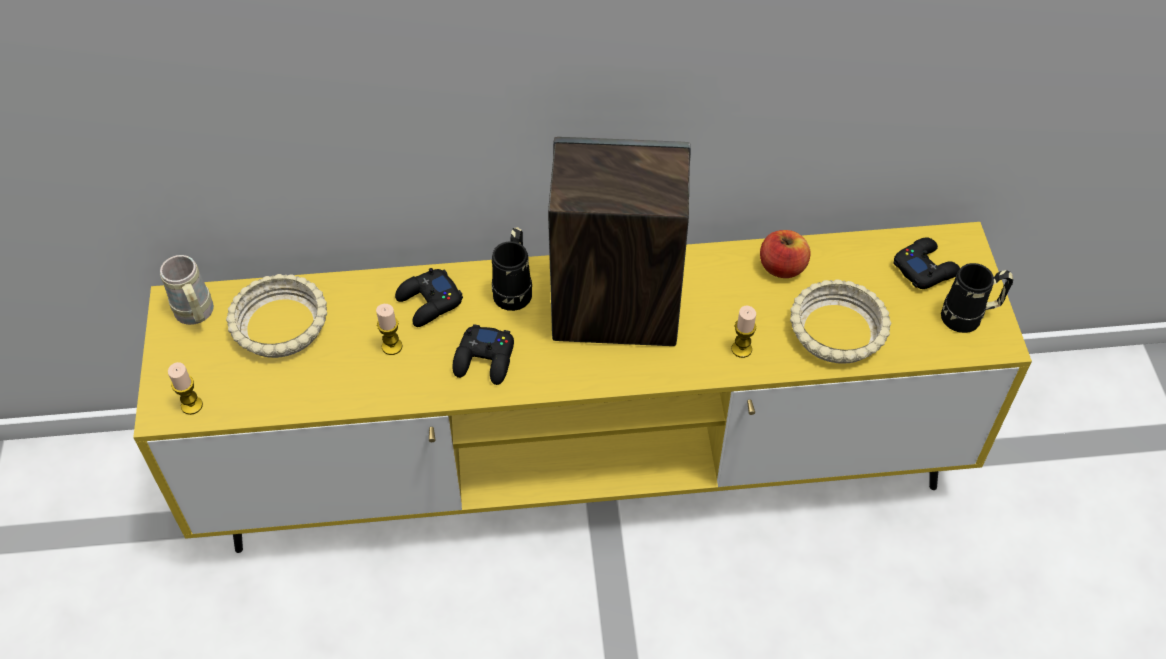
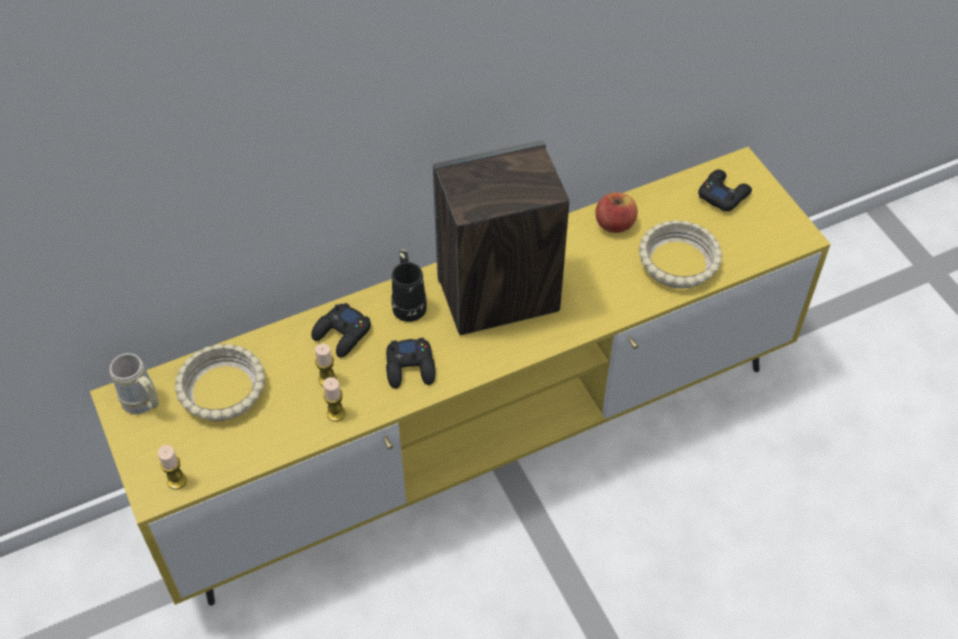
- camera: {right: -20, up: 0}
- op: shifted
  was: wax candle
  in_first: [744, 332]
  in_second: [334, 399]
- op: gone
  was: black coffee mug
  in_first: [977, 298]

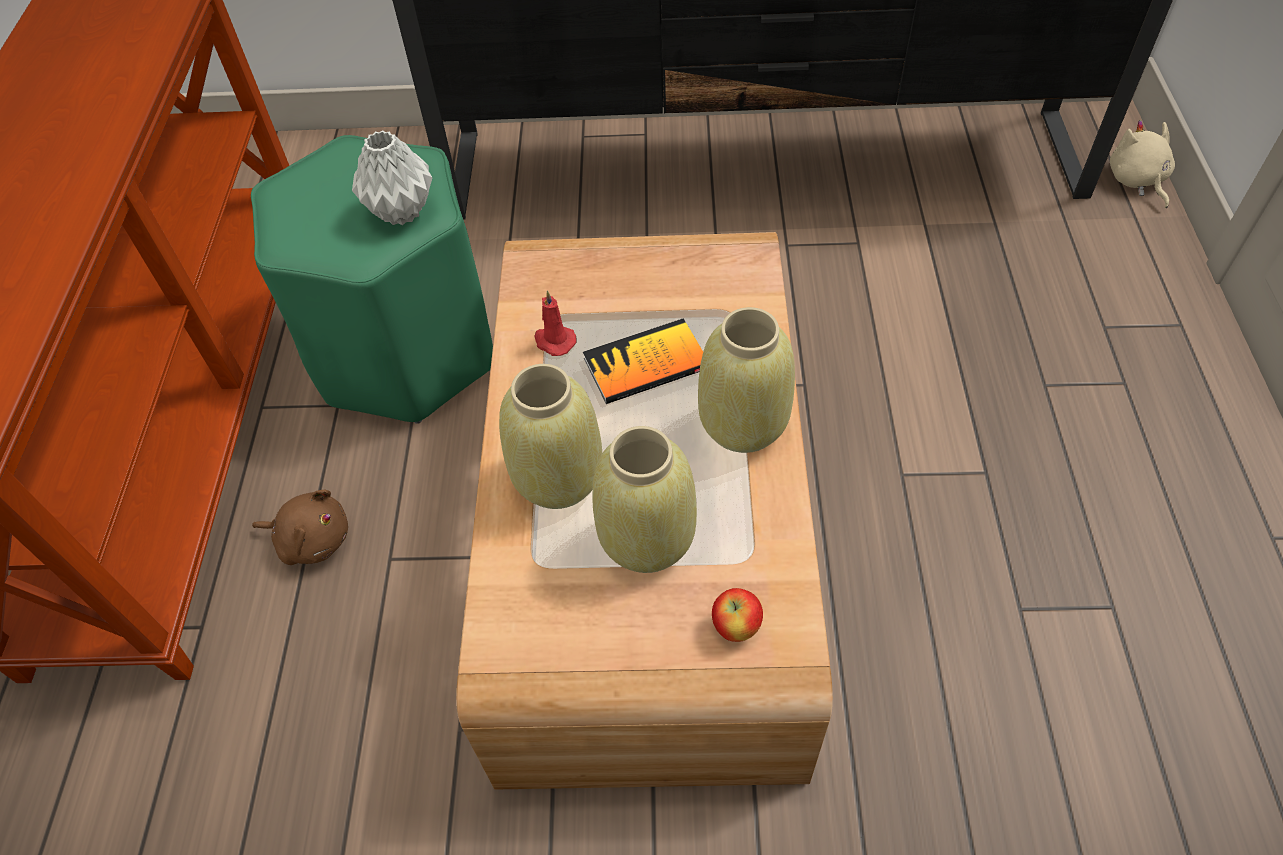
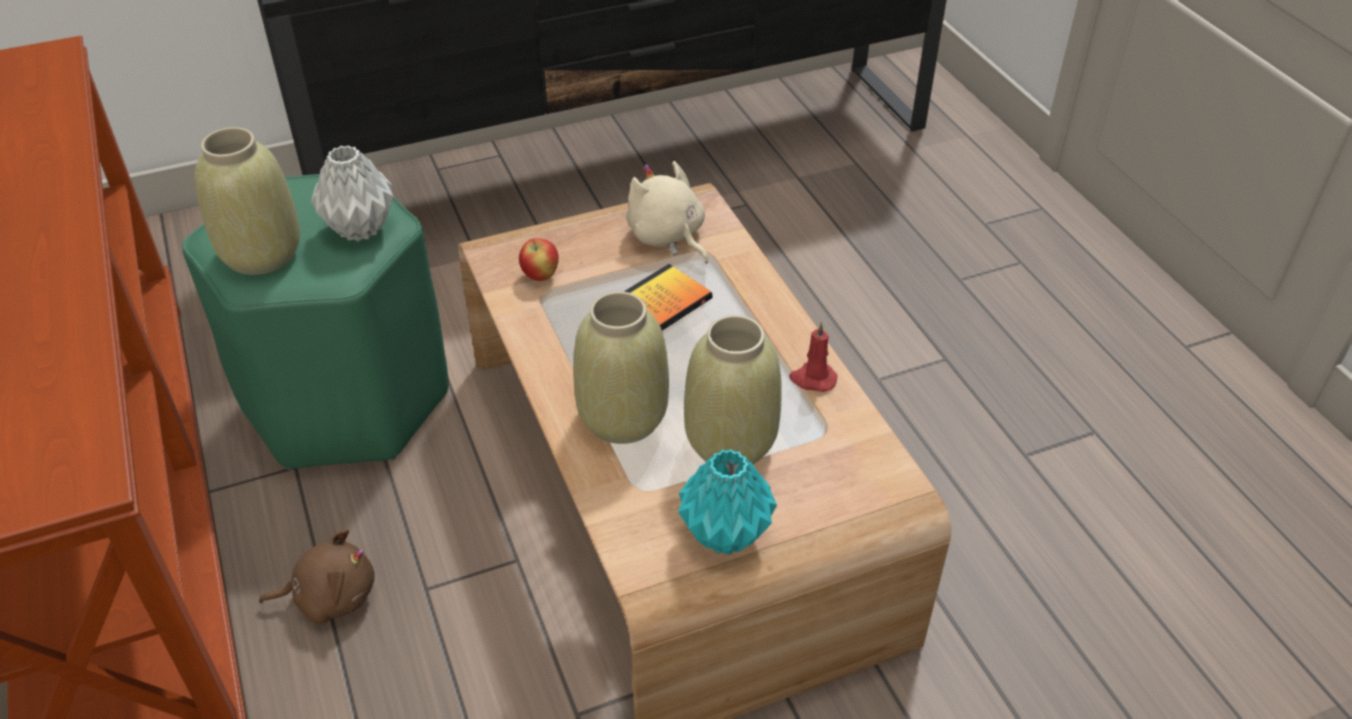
- camera: {right: -25, up: -10}
- op: shifted
  was: beige decorative vase
  in_first: [746, 380]
  in_second: [247, 201]
- op: shifted
  was: whole apple
  in_first: [737, 615]
  in_second: [539, 259]
- op: shifted
  was: beige plush toy
  in_first: [1142, 164]
  in_second: [667, 212]
- op: new
  now: blue-green decorative vase
  in_second: [727, 502]
- op: shifted
  was: red-coloured wax candle
  in_first: [556, 323]
  in_second: [813, 357]

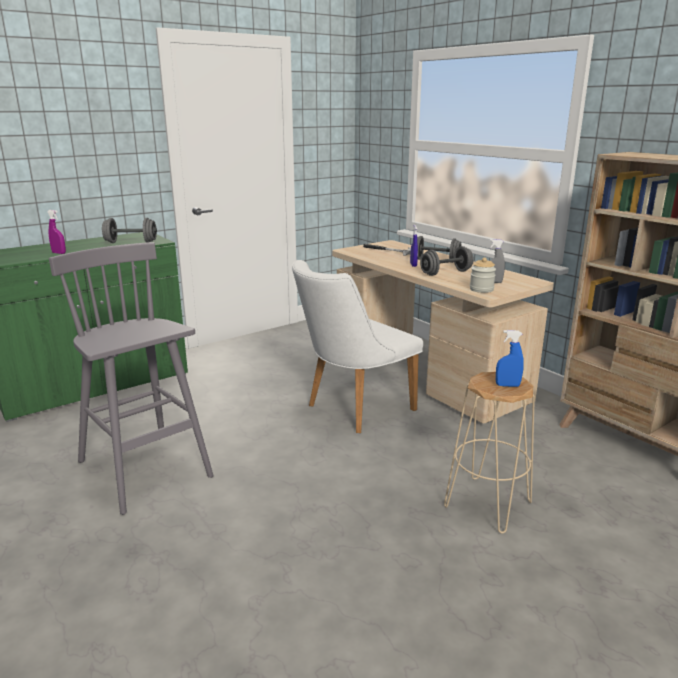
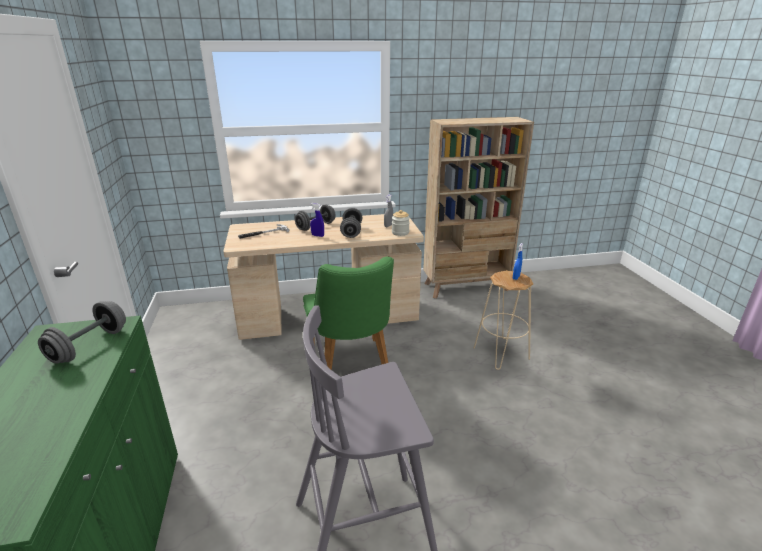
- camera: {right: -65, up: 5}
- op: repainted
  was: white-coloured chair
  now: green chair
  in_first: [357, 346]
  in_second: [348, 313]
- op: gone
  was: purple hand sprayer
  in_first: [56, 232]

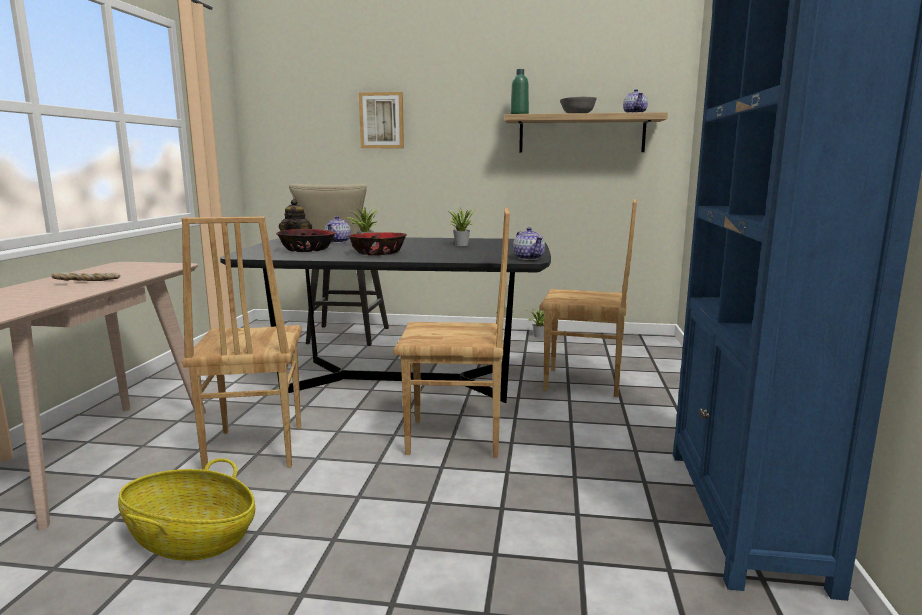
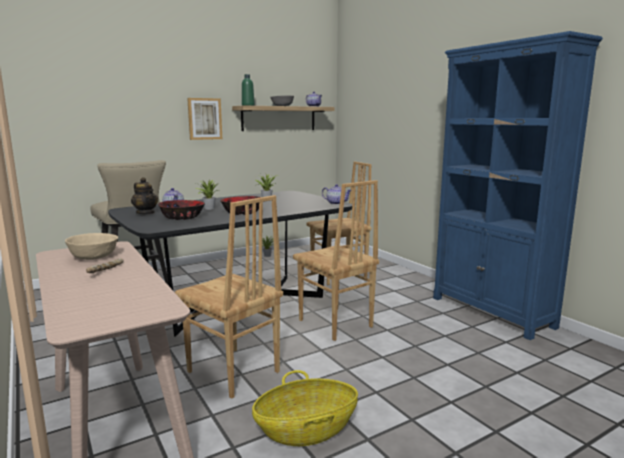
- camera: {right: -40, up: 0}
- op: new
  now: beige bowl
  in_second: [91, 246]
- op: shifted
  was: picture
  in_first: [381, 120]
  in_second: [204, 119]
- op: rotated
  was: brownish chair
  in_first: [452, 333]
  in_second: [336, 260]
  clockwise: 90

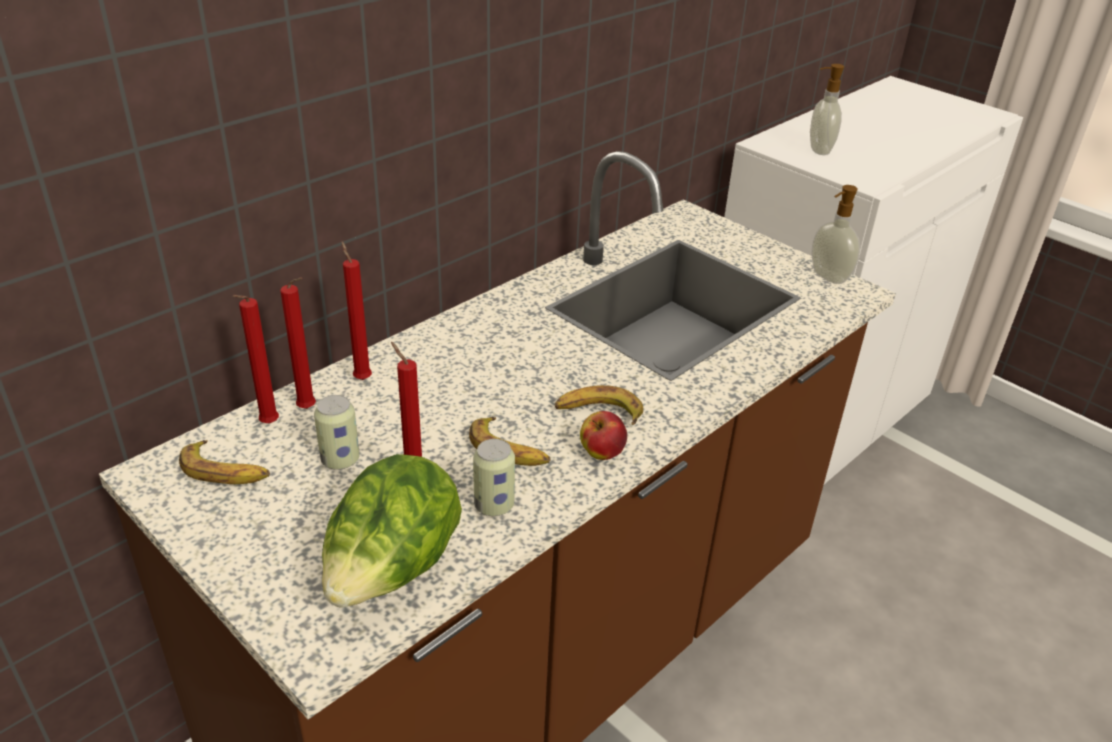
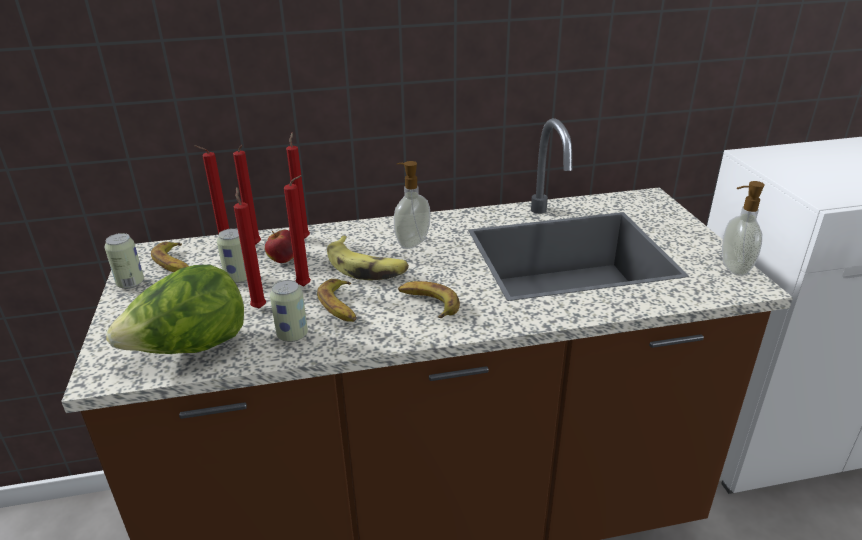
- camera: {right: 35, up: -5}
- op: new
  now: metal can
  in_second: [124, 261]
- op: shifted
  was: whole apple
  in_first: [603, 435]
  in_second: [279, 246]
- op: new
  now: red-coloured wax candle
  in_second: [297, 230]
- op: new
  now: banana fruit
  in_second: [368, 257]
- op: shifted
  was: soap bottle
  in_first: [827, 109]
  in_second: [412, 205]

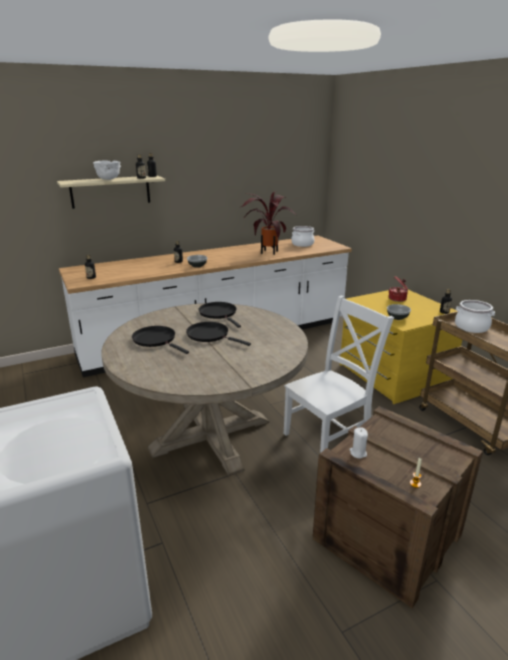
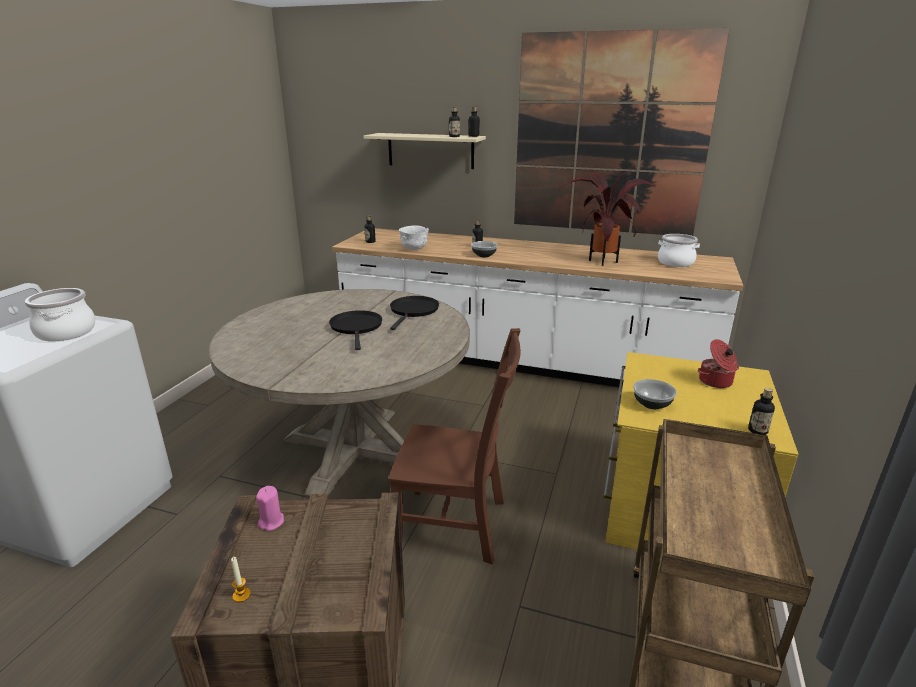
- camera: {right: 45, up: 0}
- op: shifted
  was: cooking pot
  in_first: [475, 316]
  in_second: [60, 314]
- op: repainted
  was: white-coloured wax candle
  now: pink wax candle
  in_first: [358, 443]
  in_second: [270, 508]
- op: repainted
  was: white-coloured chair
  now: brownish chair
  in_first: [339, 374]
  in_second: [454, 446]
- op: shifted
  was: white-coloured bowl
  in_first: [107, 170]
  in_second: [414, 237]
- op: new
  now: picture
  in_second: [622, 132]
- op: gone
  was: black skillet
  in_first: [160, 340]

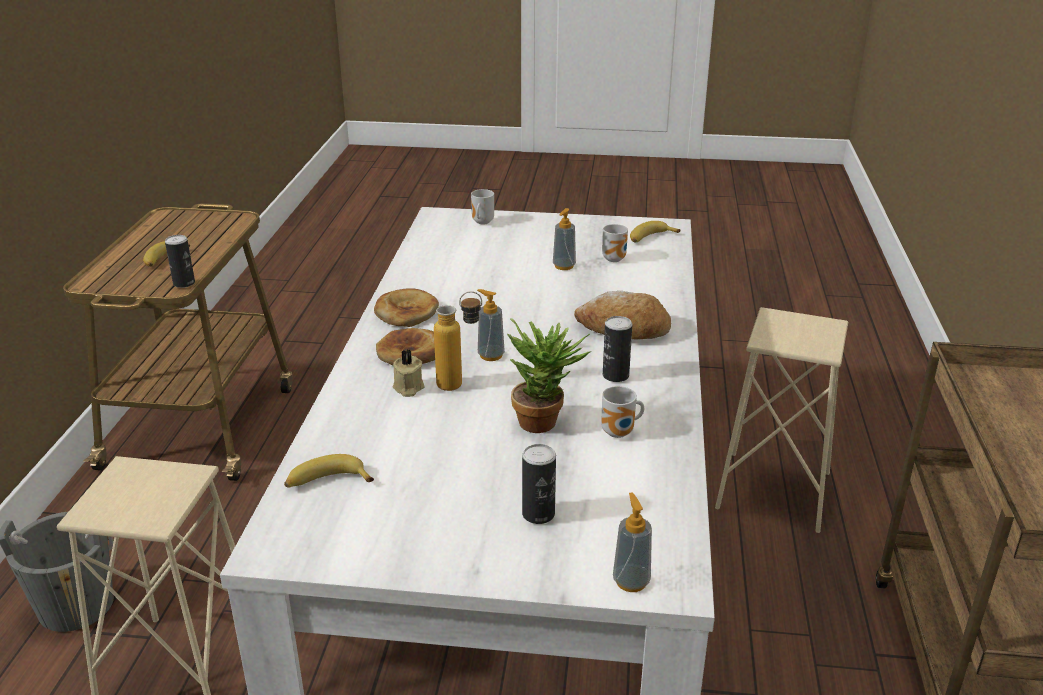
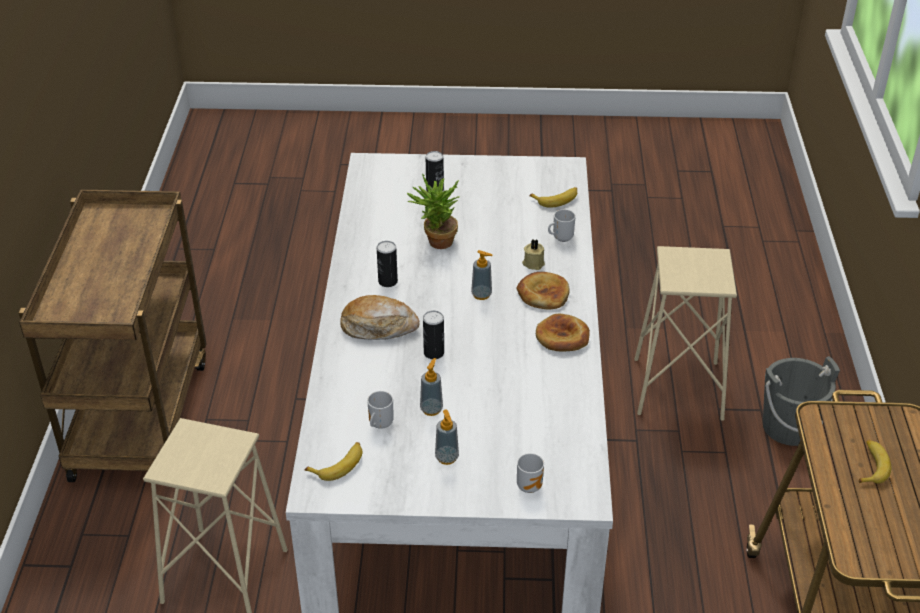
- camera: {right: 175, up: 10}
- op: shifted
  was: metal can
  in_first: [180, 261]
  in_second: [433, 335]
- op: shifted
  was: soap bottle
  in_first: [632, 542]
  in_second: [447, 437]
- op: shifted
  was: coffee mug
  in_first: [622, 412]
  in_second: [562, 225]
- op: gone
  was: beverage bottle
  in_first: [458, 341]

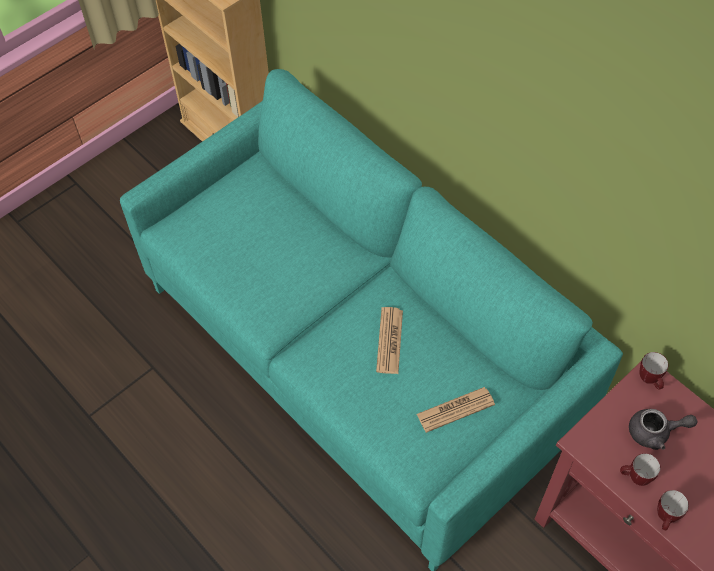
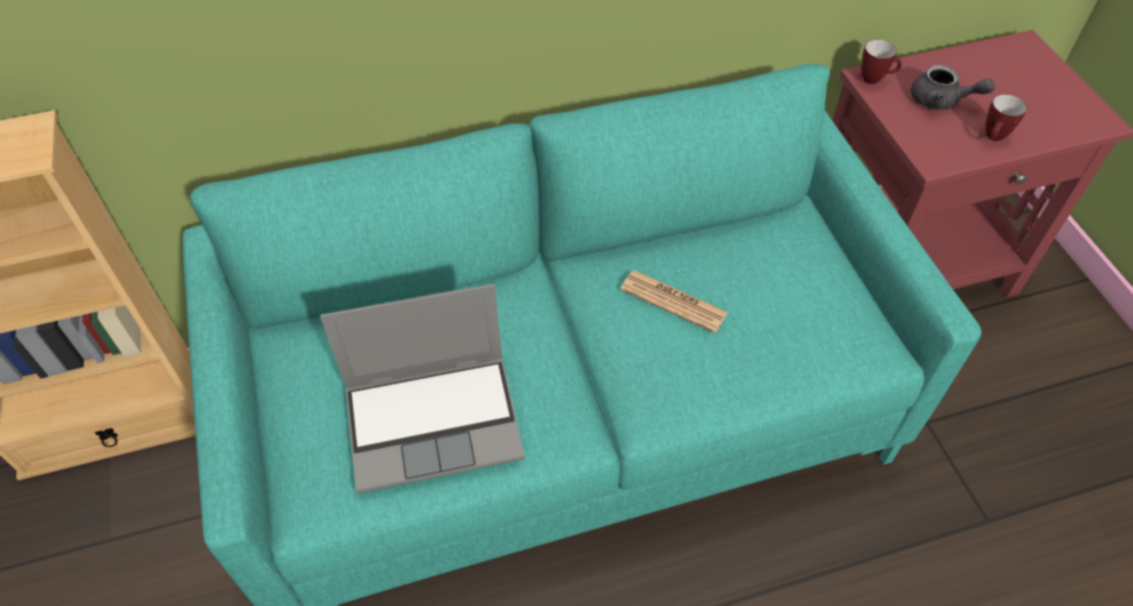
- camera: {right: -65, up: -5}
- op: new
  now: portable computer
  in_second: [422, 389]
- op: rotated
  was: grey tea pot
  in_first: [663, 429]
  in_second: [953, 87]
  clockwise: 90
- op: gone
  was: newspaper
  in_first: [456, 410]
- op: gone
  was: coffee mug
  in_first: [673, 510]

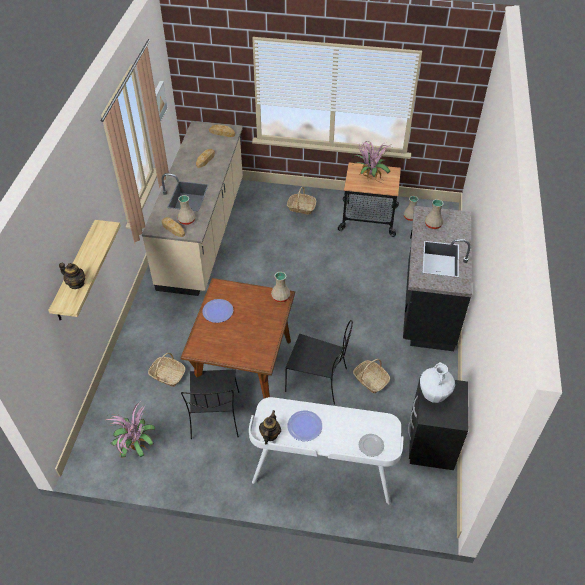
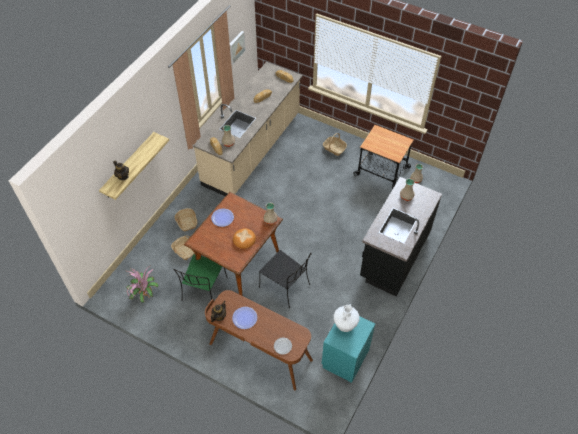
- camera: {right: 20, up: 5}
- op: repainted
  was: black chair
  now: green chair
  in_first: [210, 404]
  in_second: [200, 277]
- op: shifted
  was: basket
  in_first: [371, 376]
  in_second: [186, 220]
- op: repainted
  was: white-coloured desk table
  now: brownish desk table
  in_first: [326, 450]
  in_second: [259, 340]
- op: new
  now: bread
  in_second: [244, 238]
- op: repainted
  was: black bedside table
  now: blue-green bedside table
  in_first: [438, 422]
  in_second: [348, 349]
- op: gone
  was: houseplant
  in_first: [372, 162]

